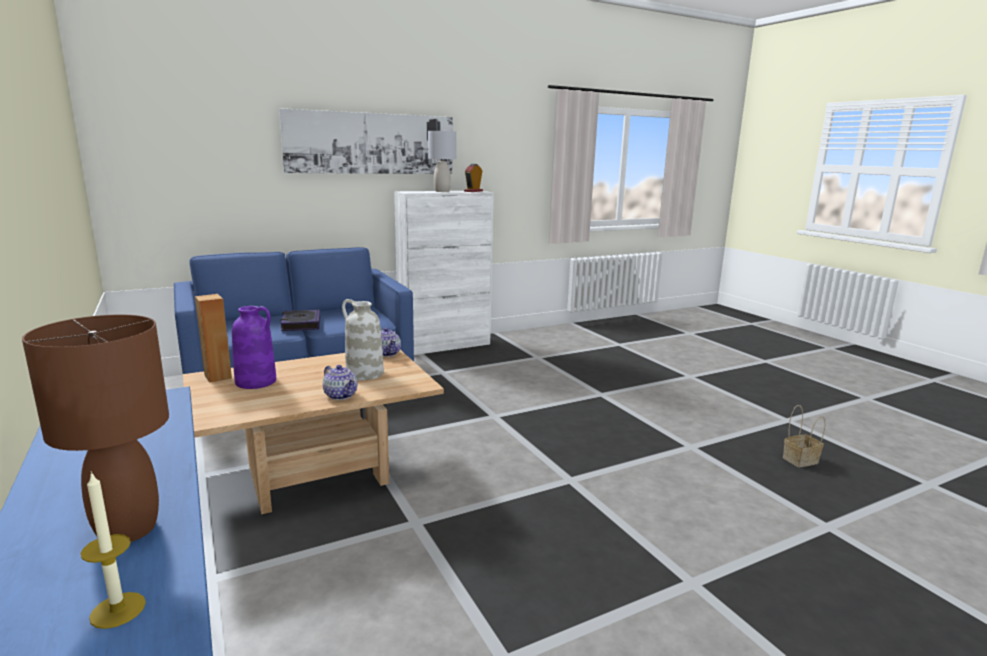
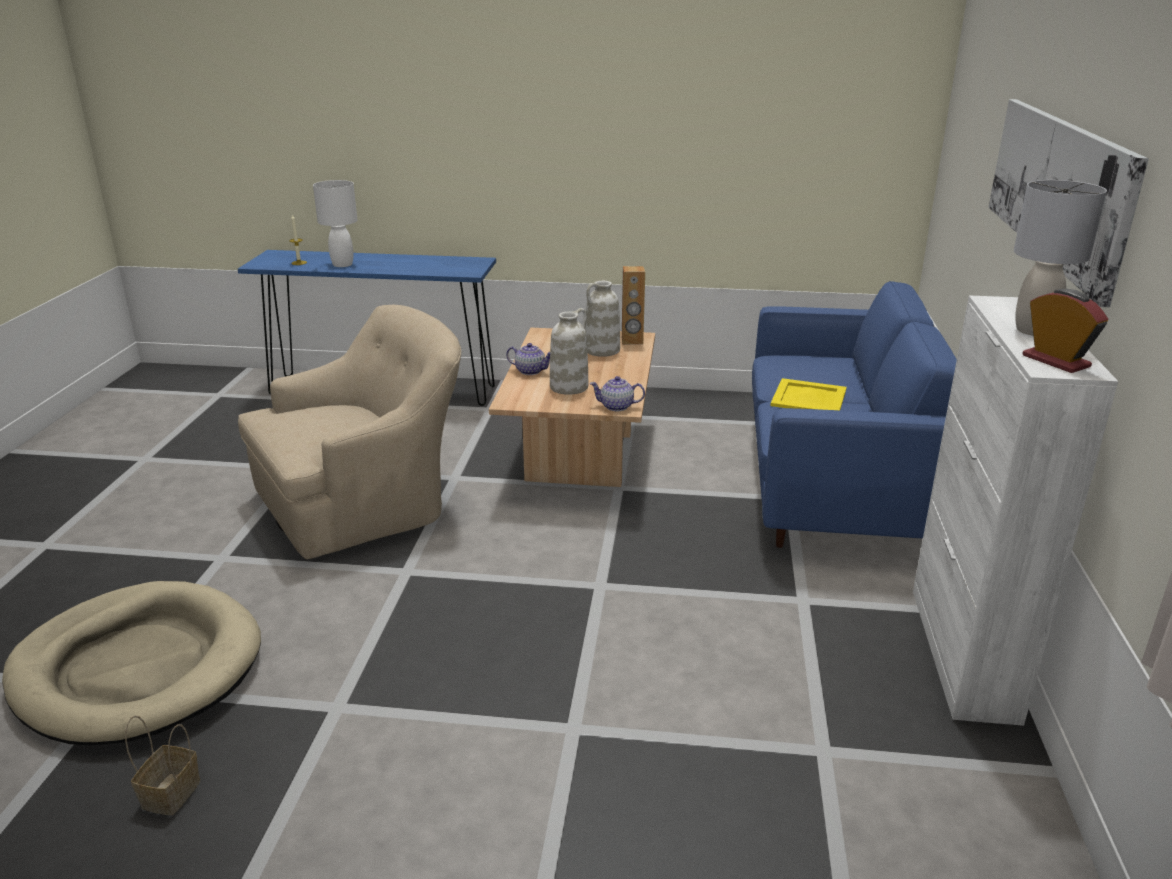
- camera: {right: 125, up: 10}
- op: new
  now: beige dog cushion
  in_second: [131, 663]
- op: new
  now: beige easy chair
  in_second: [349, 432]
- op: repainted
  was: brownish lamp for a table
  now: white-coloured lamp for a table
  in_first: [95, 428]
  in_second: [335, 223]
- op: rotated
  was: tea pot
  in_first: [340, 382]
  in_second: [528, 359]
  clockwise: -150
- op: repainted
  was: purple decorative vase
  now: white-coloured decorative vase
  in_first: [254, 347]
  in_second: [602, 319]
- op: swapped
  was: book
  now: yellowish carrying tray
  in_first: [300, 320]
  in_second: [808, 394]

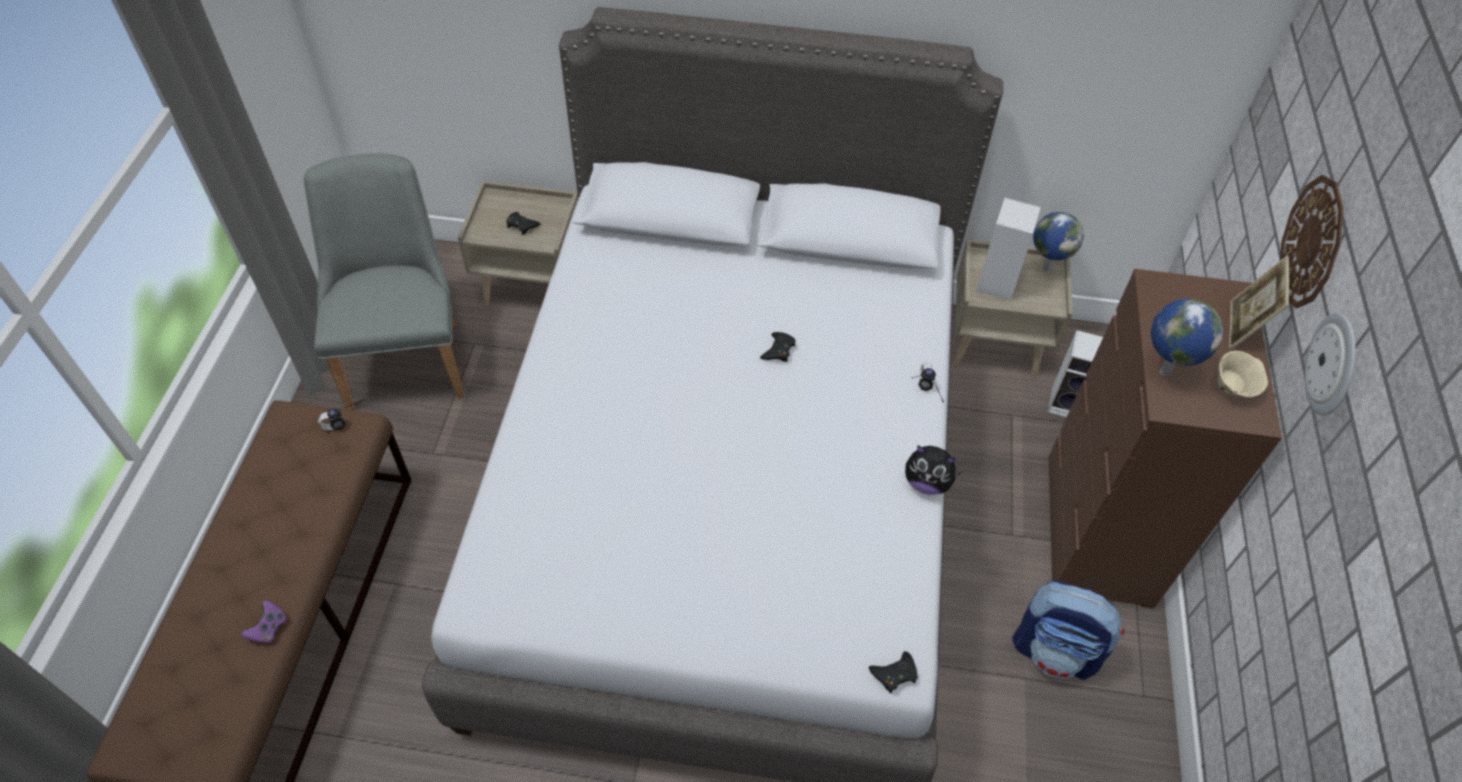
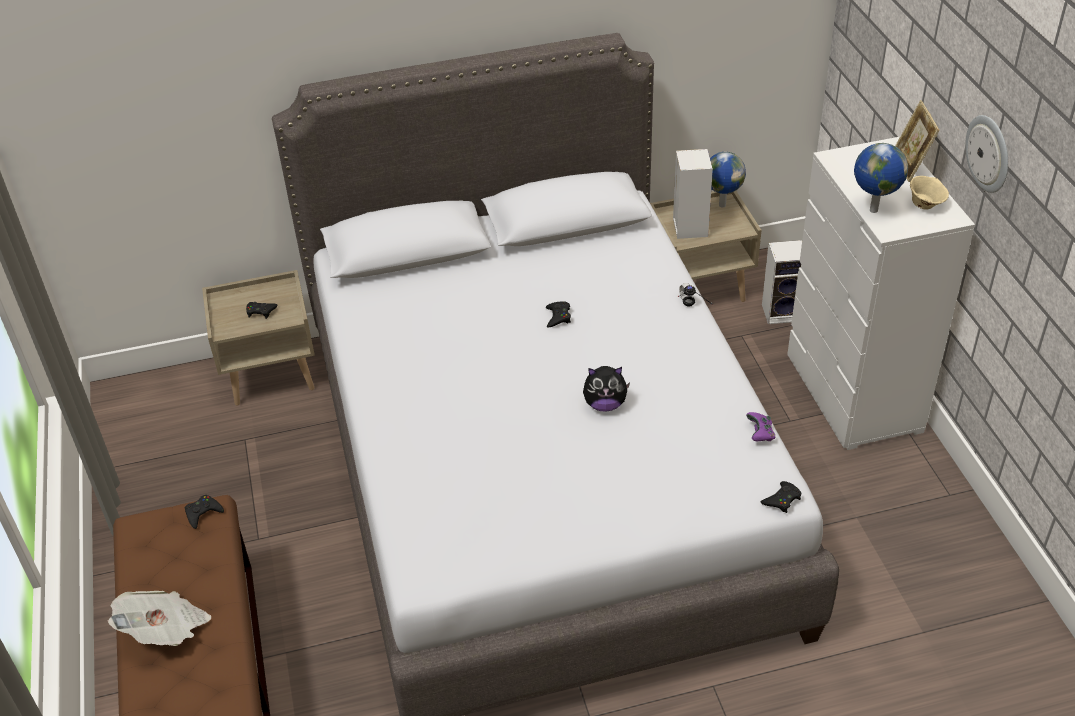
- camera: {right: -20, up: -10}
- op: new
  now: newspaper
  in_second: [159, 618]
- op: swapped
  was: headset
  now: black joypad
  in_first: [343, 413]
  in_second: [204, 512]
- op: shifted
  was: plush toy
  in_first: [934, 470]
  in_second: [606, 389]
- op: shifted
  was: purple joypad
  in_first: [264, 621]
  in_second: [760, 426]
- op: repainted
  was: brownish drawer chest
  now: white-coloured drawer chest
  in_first: [1165, 439]
  in_second: [881, 293]
- op: gone
  was: grey chair
  in_first: [384, 282]
- op: gone
  was: knapsack
  in_first: [1068, 630]
- op: gone
  was: hanging clock
  in_first: [1312, 241]

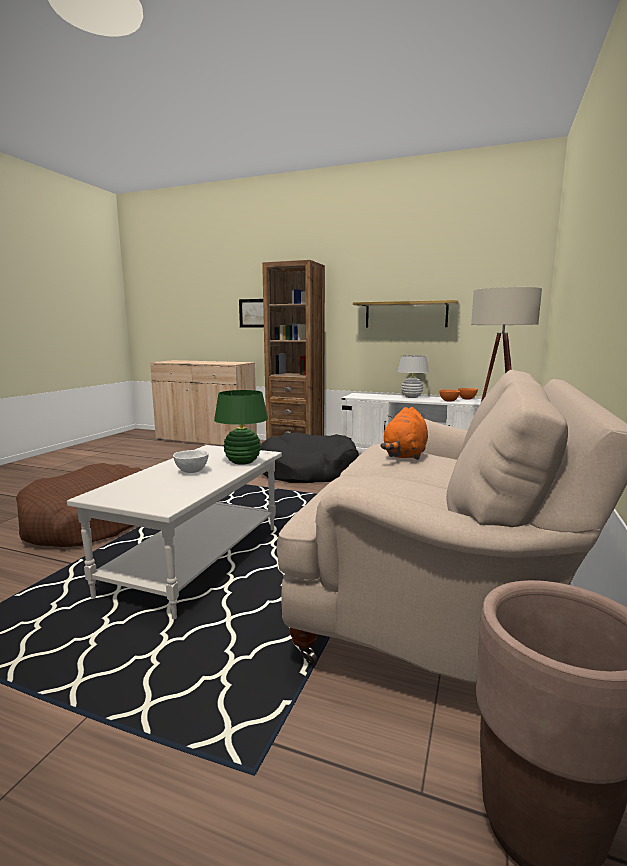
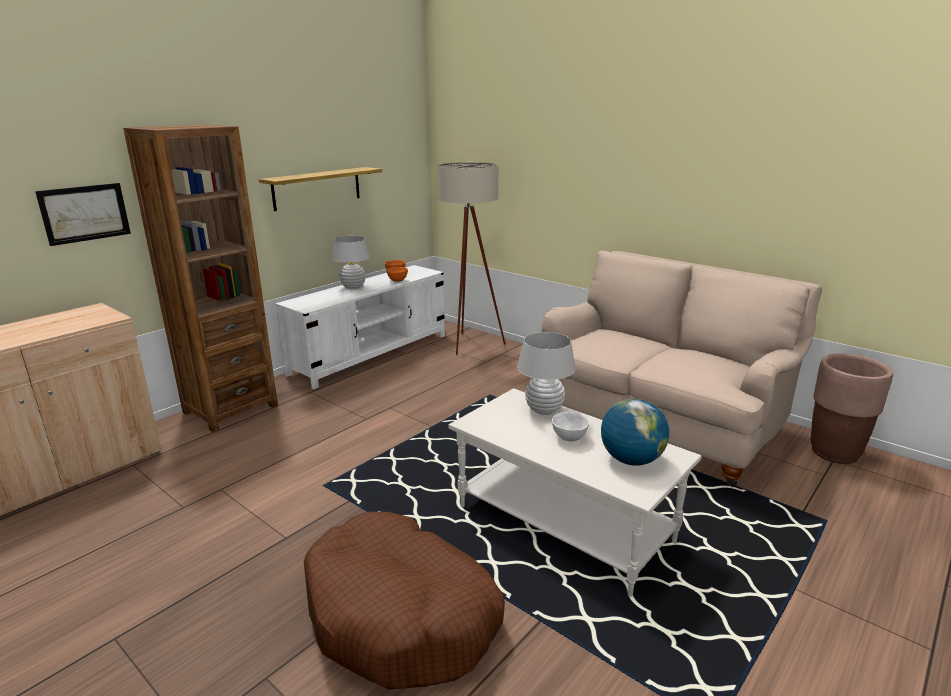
- camera: {right: -70, up: 10}
- op: repainted
  was: green lamp for a table
  now: white-coloured lamp for a table
  in_first: [241, 427]
  in_second: [546, 373]
- op: new
  now: world globe
  in_second: [635, 432]
- op: gone
  was: black dog cushion
  in_first: [309, 458]
- op: gone
  was: orange plush toy
  in_first: [404, 433]

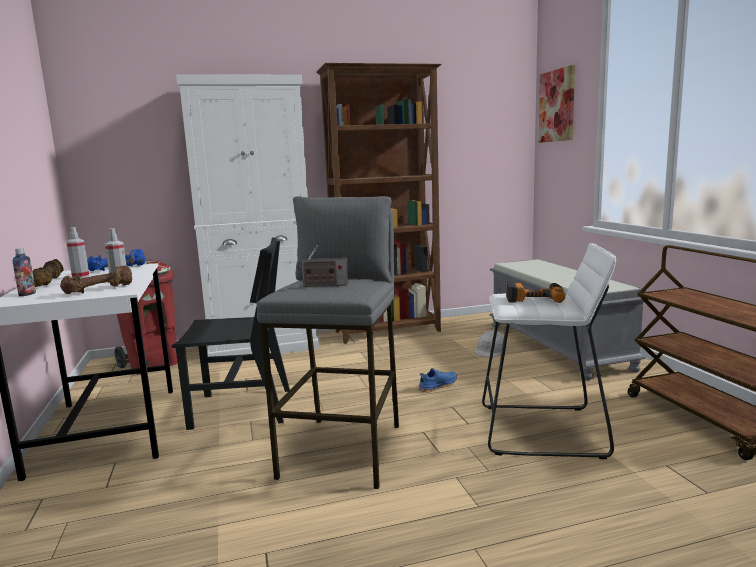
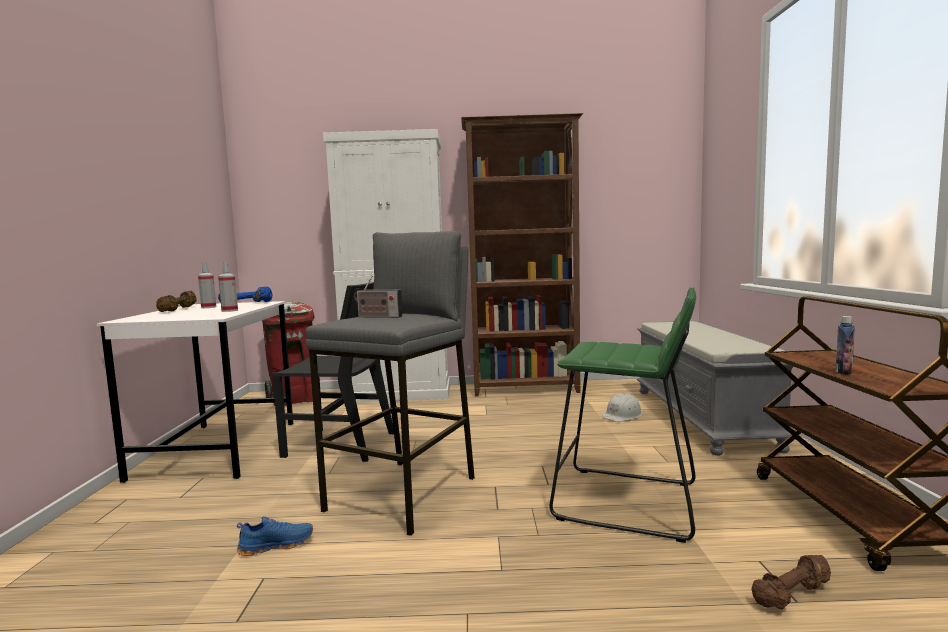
- camera: {right: 15, up: -5}
- op: shifted
  was: blue-coloured item of footwear
  in_first: [438, 380]
  in_second: [275, 536]
- op: repainted
  was: white-coloured stool
  now: green stool
  in_first: [549, 351]
  in_second: [622, 415]
- op: shifted
  was: brownish free weight
  in_first: [96, 279]
  in_second: [791, 582]
- op: shifted
  was: beverage bottle
  in_first: [24, 272]
  in_second: [845, 345]
- op: gone
  was: drill
  in_first: [535, 292]
- op: gone
  was: picture
  in_first: [556, 104]

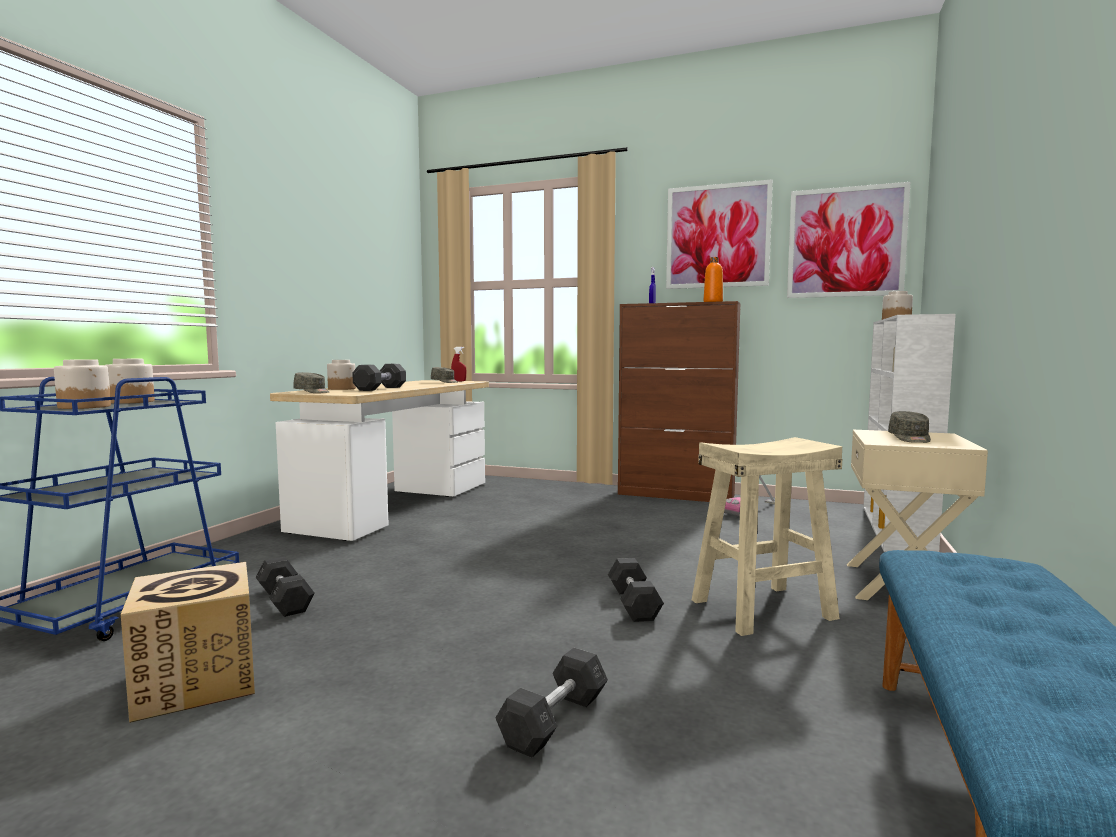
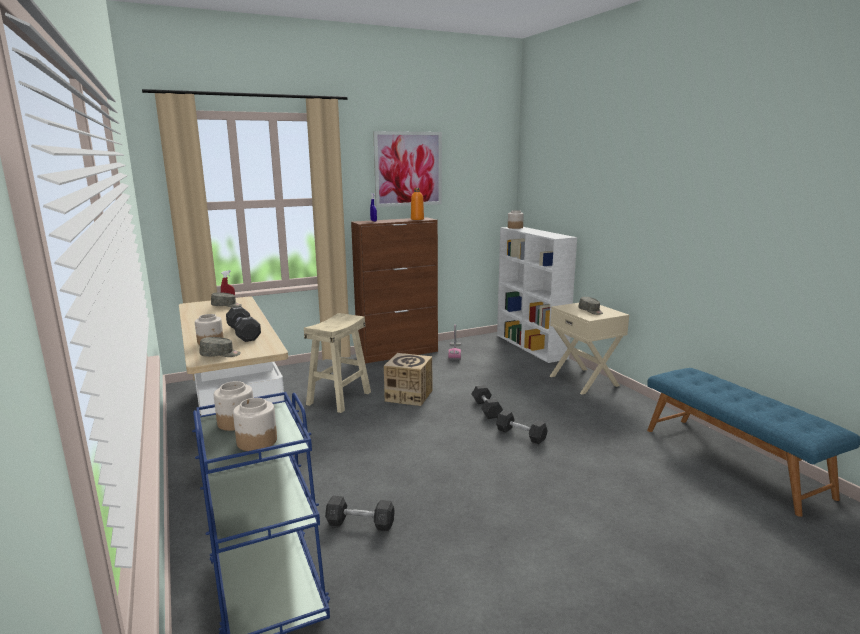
- camera: {right: -45, up: 10}
- op: shifted
  was: beige stool
  in_first: [767, 536]
  in_second: [337, 363]
- op: shifted
  was: cardboard box
  in_first: [188, 642]
  in_second: [408, 379]
- op: shifted
  was: grey free weight
  in_first: [552, 703]
  in_second: [487, 402]
- op: gone
  was: picture
  in_first: [849, 240]

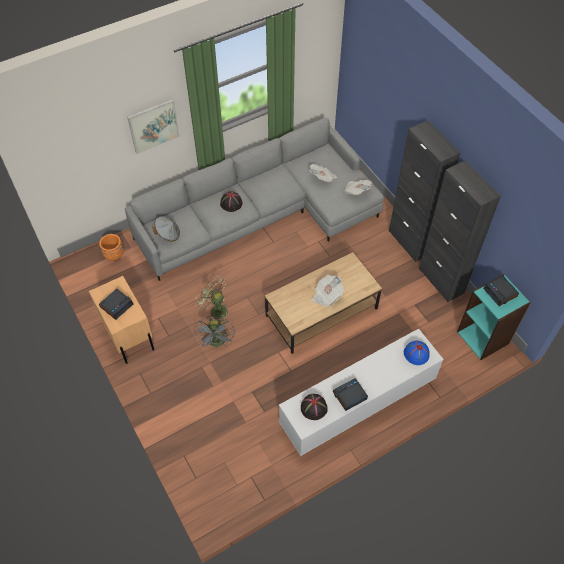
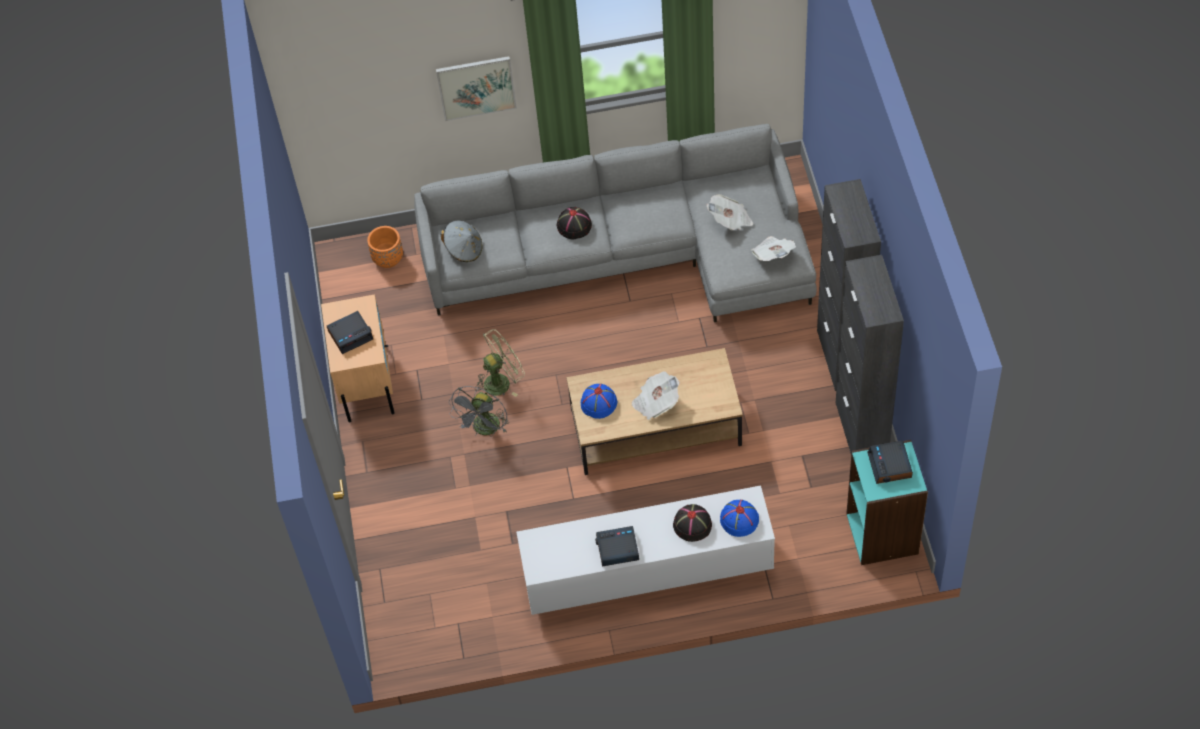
- camera: {right: 25, up: 0}
- op: rotated
  was: green fan
  in_first: [212, 299]
  in_second: [500, 363]
  clockwise: 90
- op: new
  now: blue-coloured wearable hat
  in_second: [599, 401]
- op: shifted
  was: black wearable hat
  in_first: [314, 407]
  in_second: [692, 523]

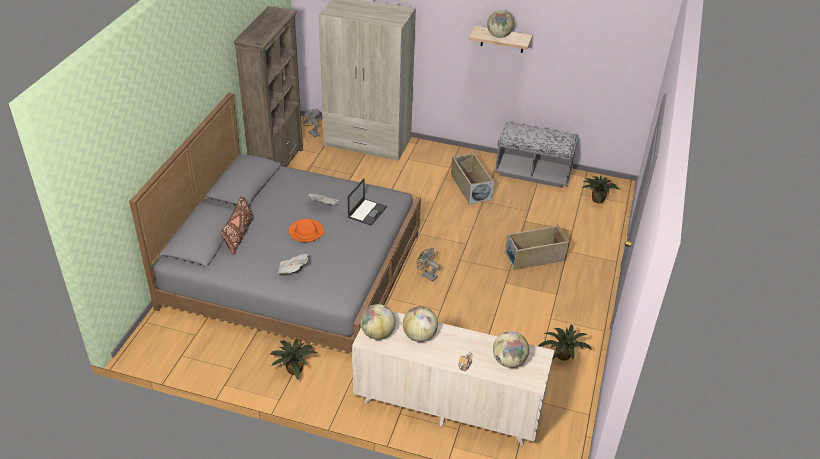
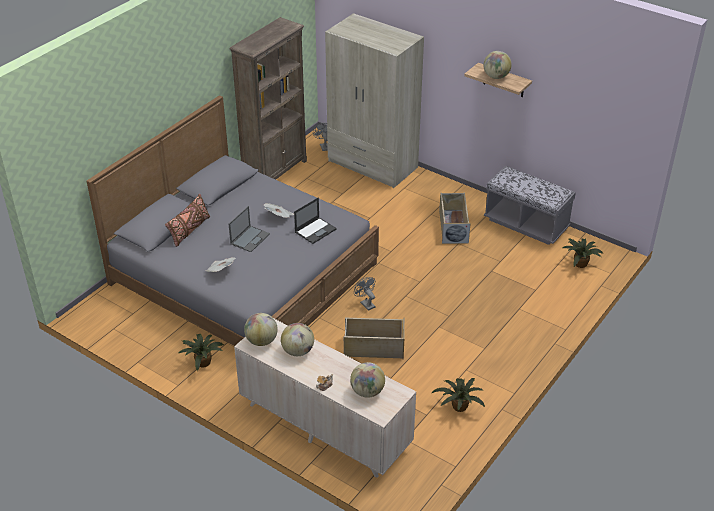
- camera: {right: 20, up: 0}
- op: swapped
  was: orange wearable hat
  now: portable computer
  in_first: [306, 230]
  in_second: [249, 229]
- op: shifted
  was: beige storage bin
  in_first: [537, 247]
  in_second: [374, 339]

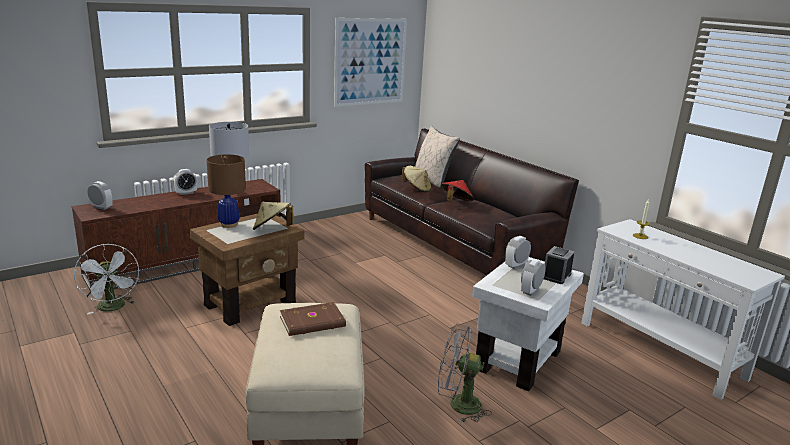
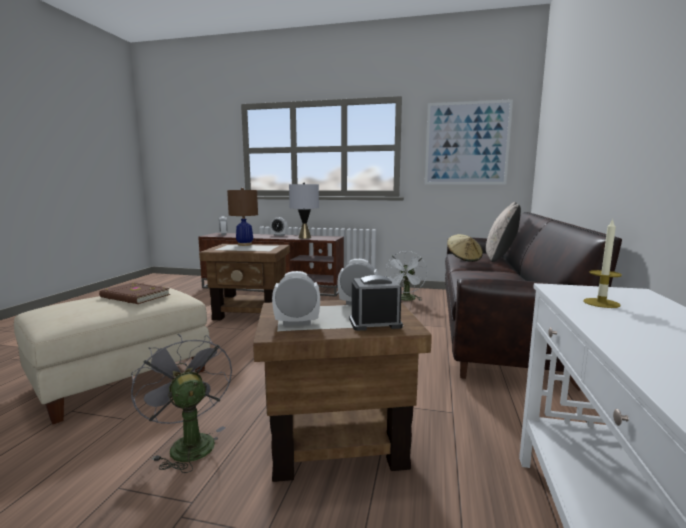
- camera: {right: 50, up: -10}
- op: repainted
  was: white-coloured side table
  now: brownish side table
  in_first: [528, 324]
  in_second: [342, 391]
- op: shifted
  was: white-coloured fan
  in_first: [106, 279]
  in_second: [406, 276]
- op: gone
  was: beige wearable hat
  in_first: [273, 216]
- op: gone
  was: red-coloured wearable hat
  in_first: [457, 191]

